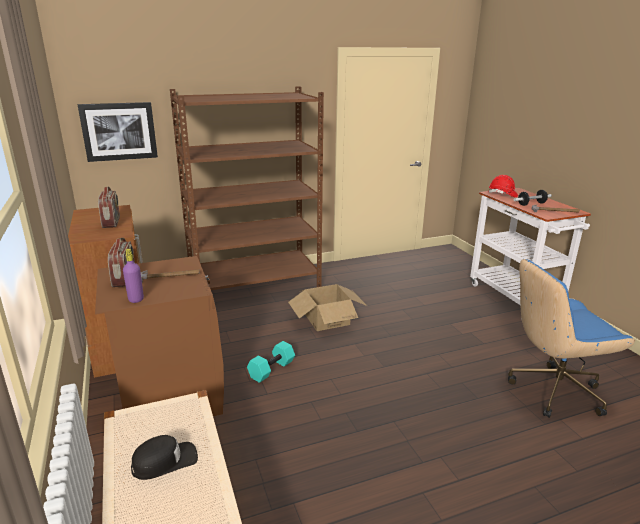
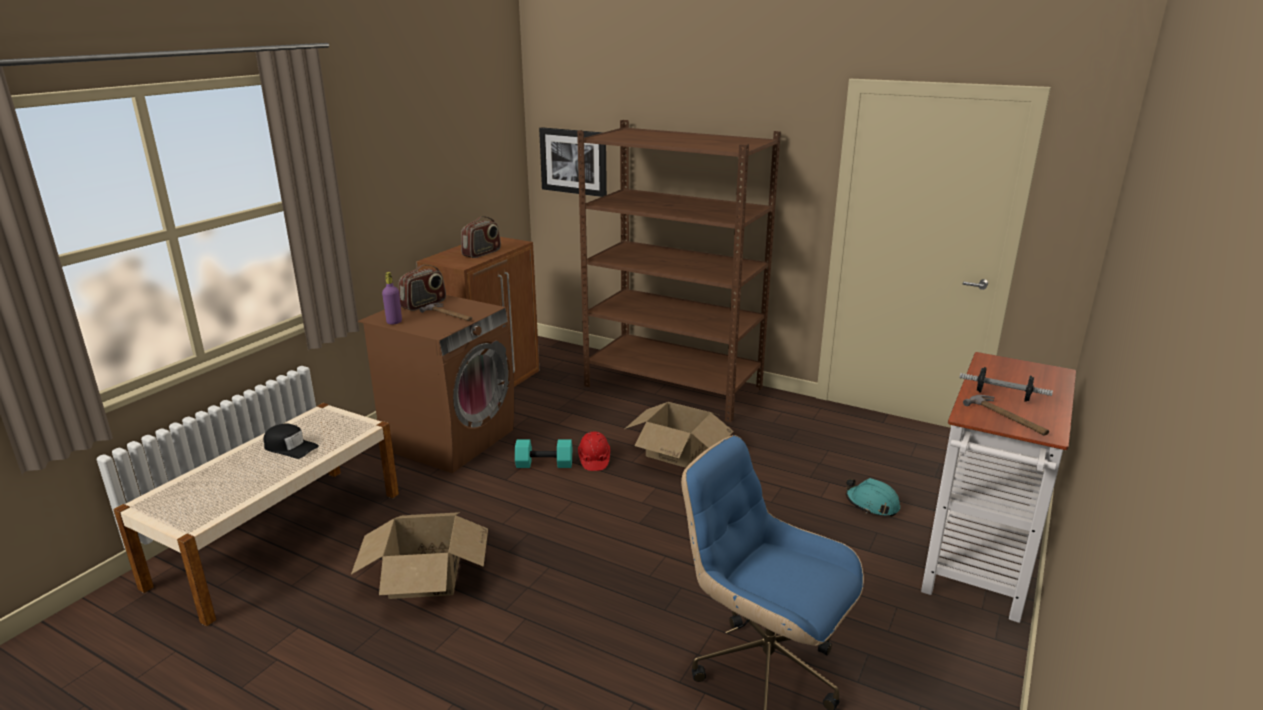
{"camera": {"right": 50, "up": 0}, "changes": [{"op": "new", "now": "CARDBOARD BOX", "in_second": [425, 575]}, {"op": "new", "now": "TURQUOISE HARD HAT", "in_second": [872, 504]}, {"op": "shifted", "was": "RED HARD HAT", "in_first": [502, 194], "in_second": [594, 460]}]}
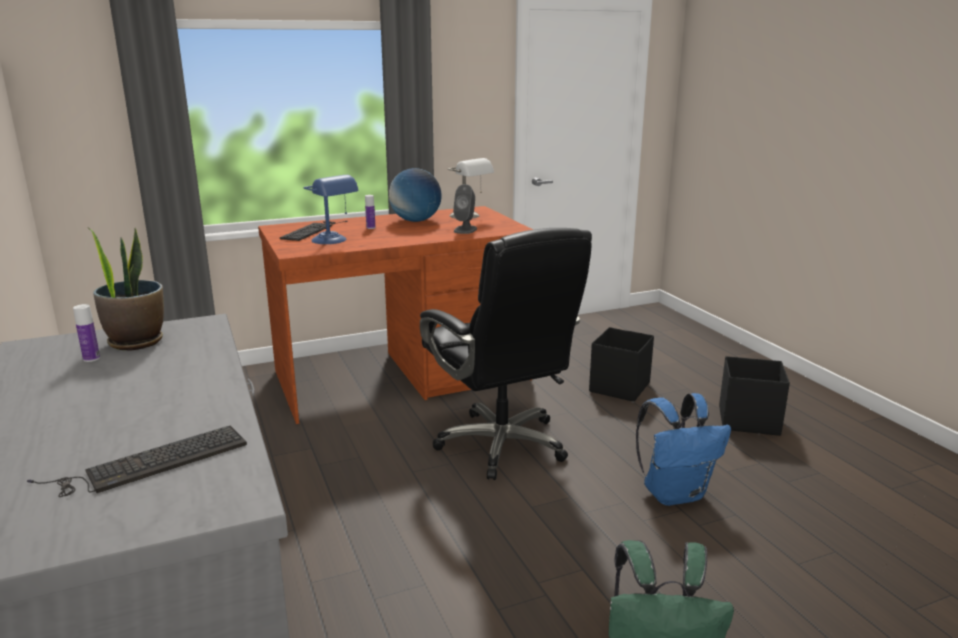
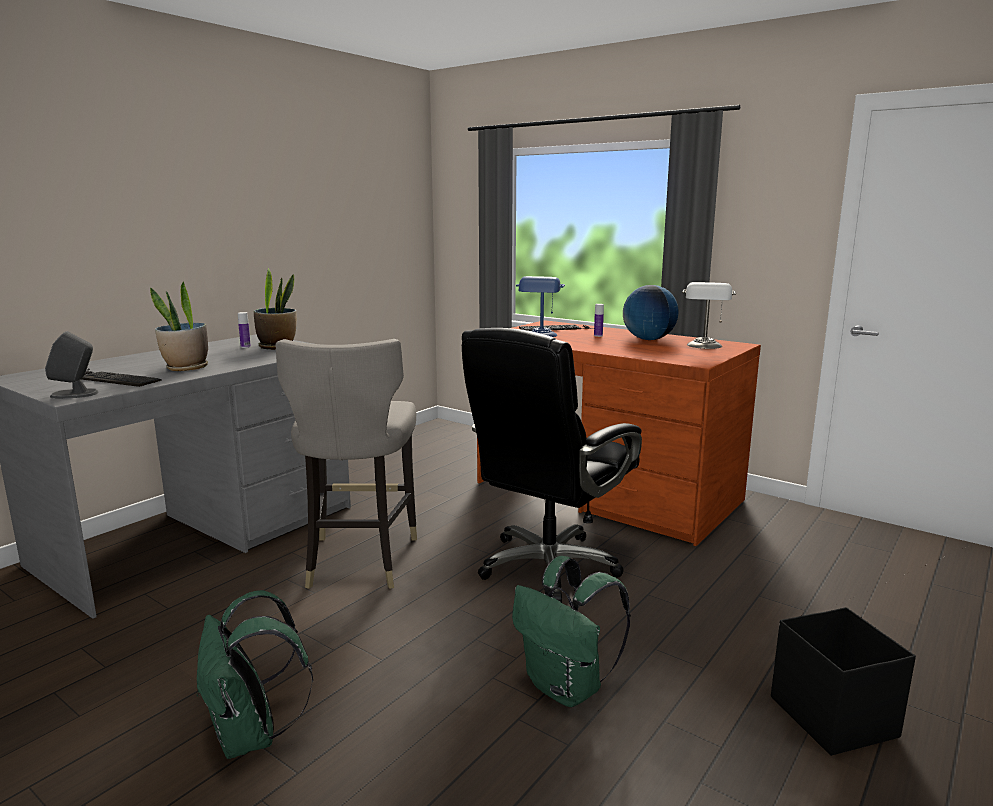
{"camera": {"right": 60, "up": -5}, "changes": [{"op": "gone", "was": "BLACK STORAGE BOX", "in_first": [619, 387]}, {"op": "new", "now": "POTTED PLANT", "in_second": [186, 368]}, {"op": "new", "now": "GREY STOOL", "in_second": [359, 562]}, {"op": "shifted", "was": "GREY SPEAKER", "in_first": [465, 230], "in_second": [75, 394]}, {"op": "repainted", "was": "BLUE BACKPACK", "now": "GREEN BACKPACK", "in_first": [675, 493], "in_second": [567, 688]}]}
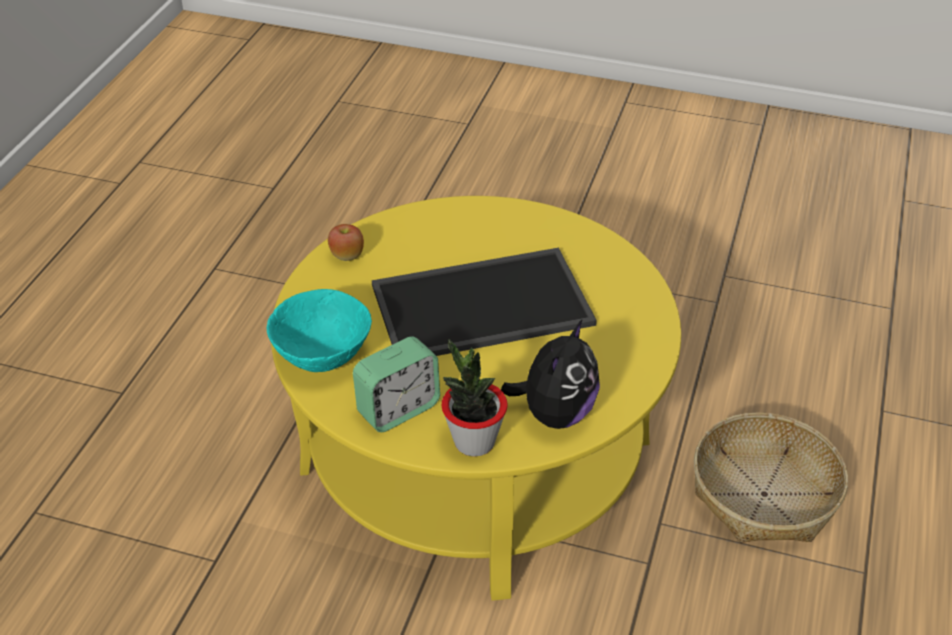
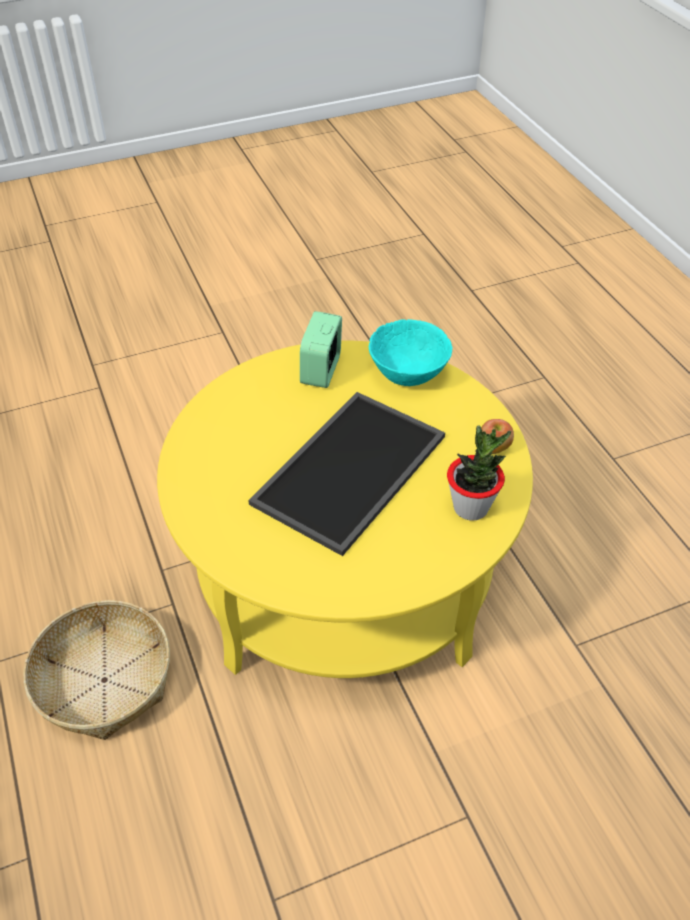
{"camera": {"right": 140, "up": 5}, "changes": [{"op": "gone", "was": "PLUSH TOY", "in_first": [555, 413]}, {"op": "shifted", "was": "POTTED PLANT", "in_first": [474, 442], "in_second": [471, 507]}]}
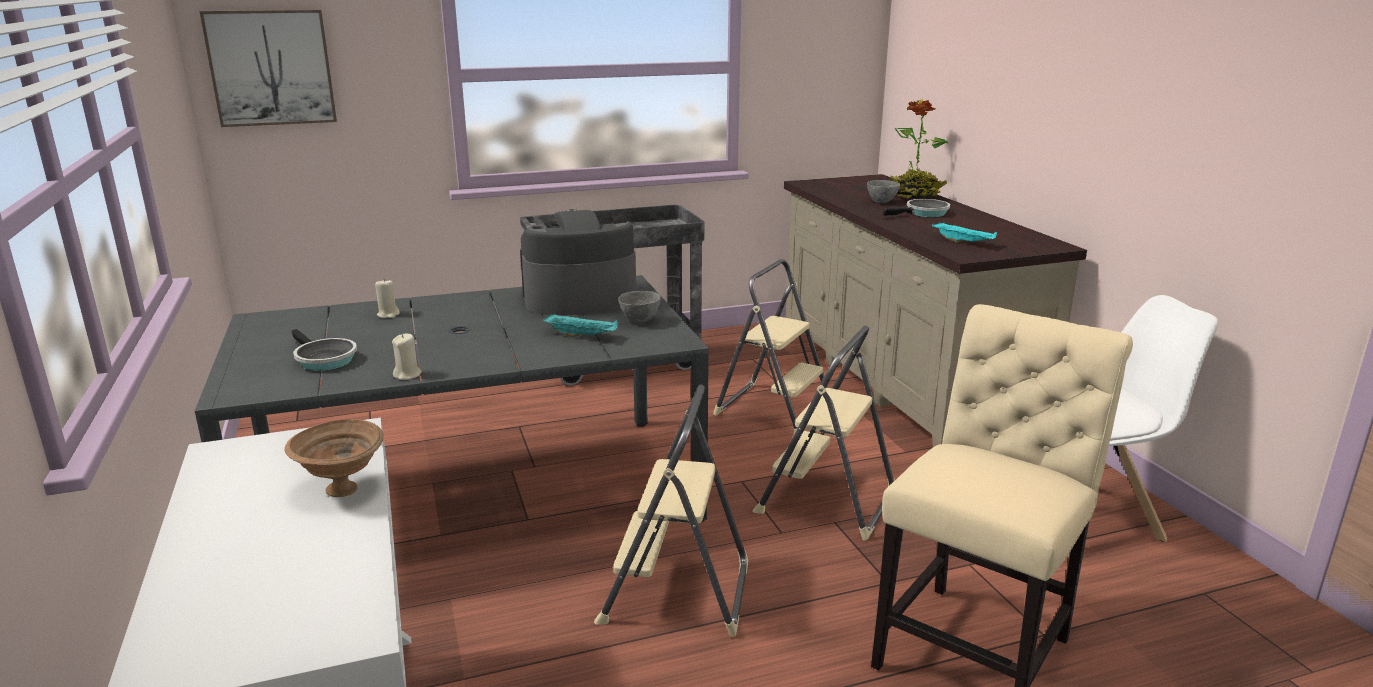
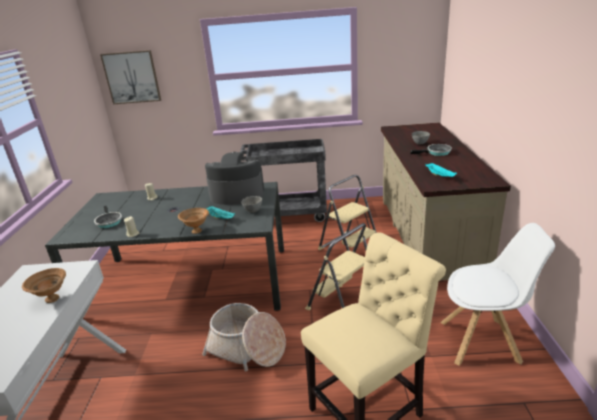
{"camera": {"right": 20, "up": 5}, "changes": [{"op": "gone", "was": "POTTED PLANT", "in_first": [916, 196]}, {"op": "new", "now": "BROWN BOWL", "in_second": [196, 231]}, {"op": "swapped", "was": "BEIGE STEP LADDER", "now": "BASKET", "in_first": [682, 592], "in_second": [247, 348]}]}
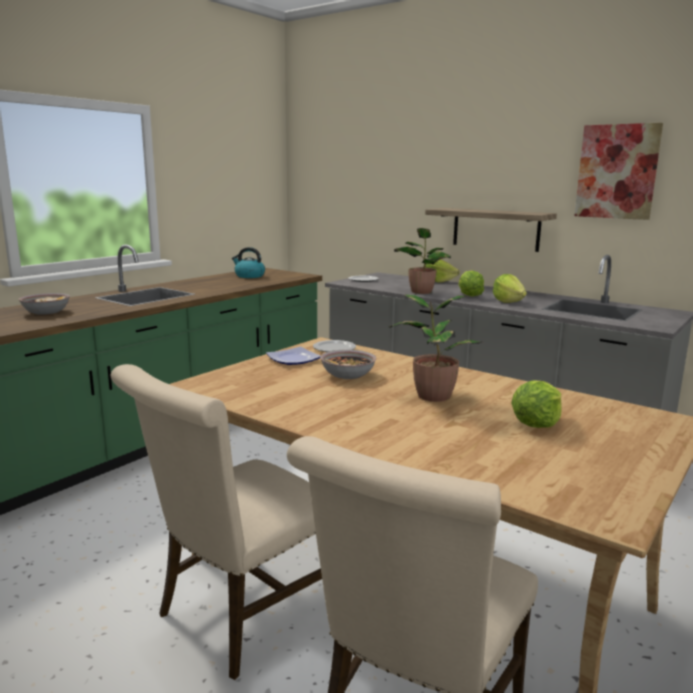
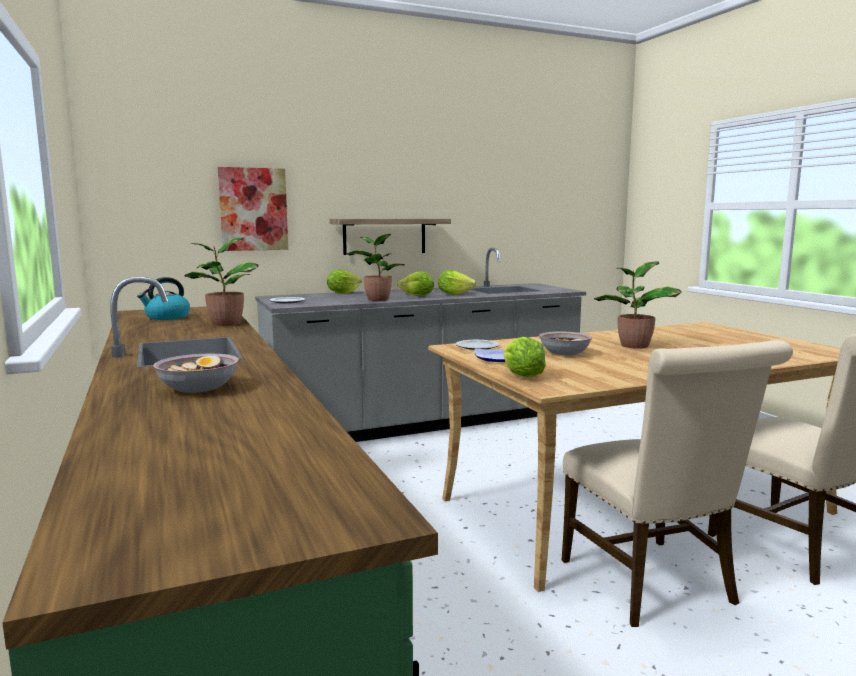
{"camera": {"right": -60, "up": -5}, "changes": [{"op": "new", "now": "POTTED PLANT", "in_second": [224, 324]}, {"op": "shifted", "was": "LETTUCE", "in_first": [536, 424], "in_second": [522, 376]}, {"op": "shifted", "was": "PICTURE", "in_first": [617, 171], "in_second": [253, 209]}]}
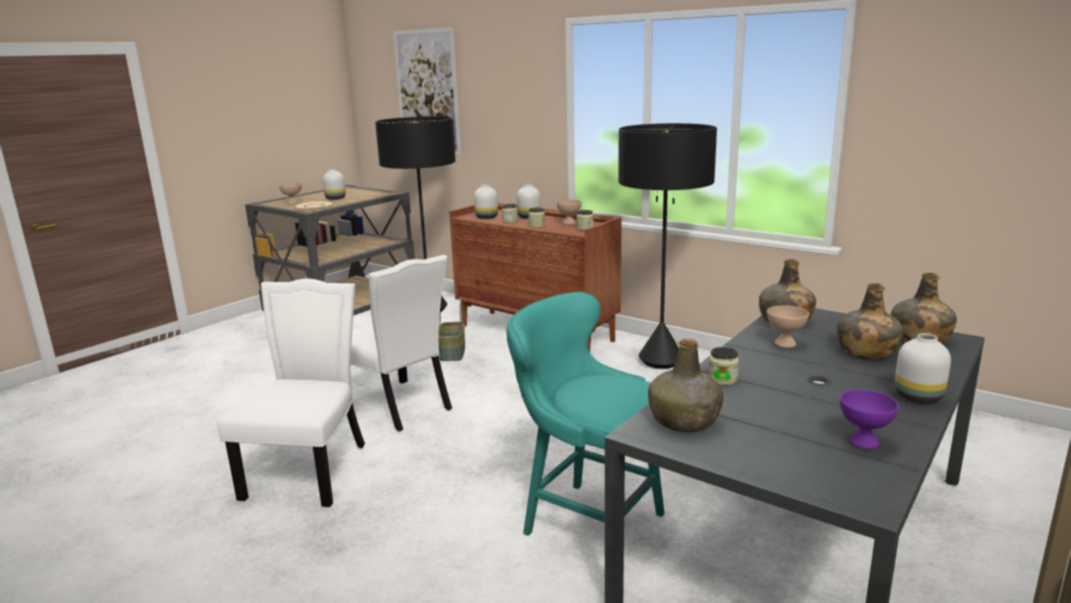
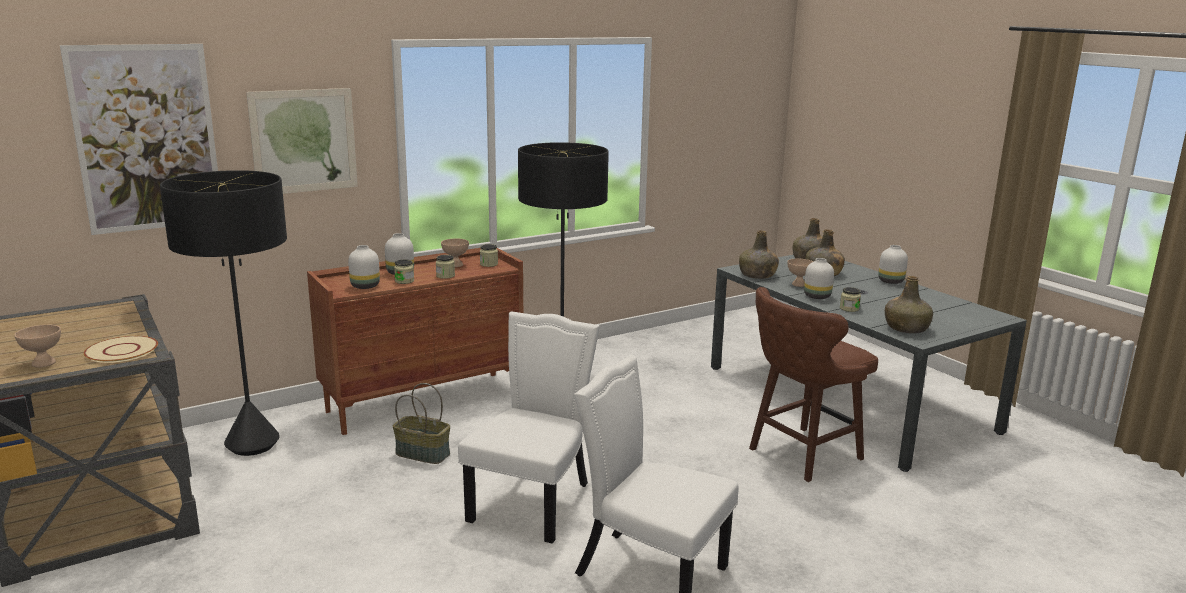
{"camera": {"right": -70, "up": 0}, "changes": [{"op": "gone", "was": "PURPLE BOWL", "in_first": [864, 442]}, {"op": "new", "now": "PICTURE", "in_second": [304, 141]}, {"op": "shifted", "was": "WHITE VASE", "in_first": [335, 198], "in_second": [816, 296]}, {"op": "repainted", "was": "TURQUOISE STOOL", "now": "BROWN STOOL", "in_first": [588, 521], "in_second": [801, 455]}, {"op": "rotated", "was": "WHITE CHAIR", "in_first": [397, 405], "in_second": [531, 505], "clockwise": -45}]}
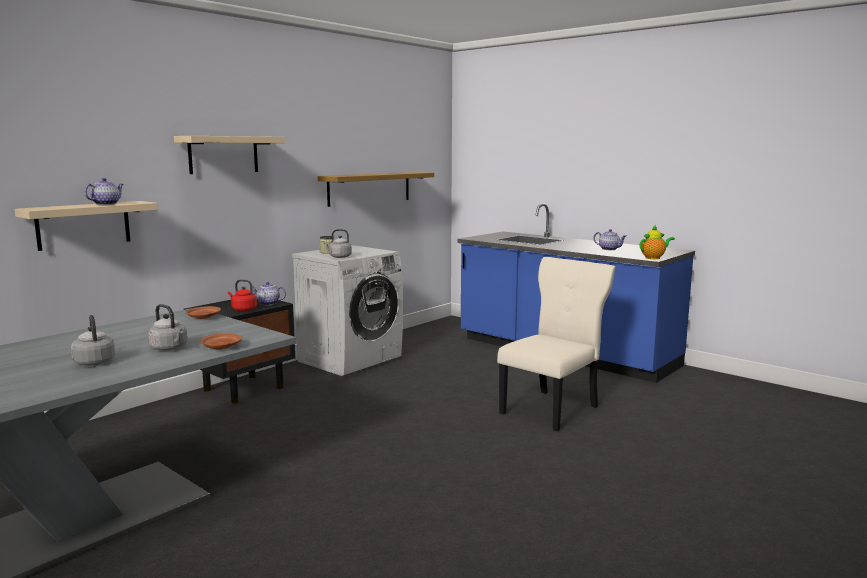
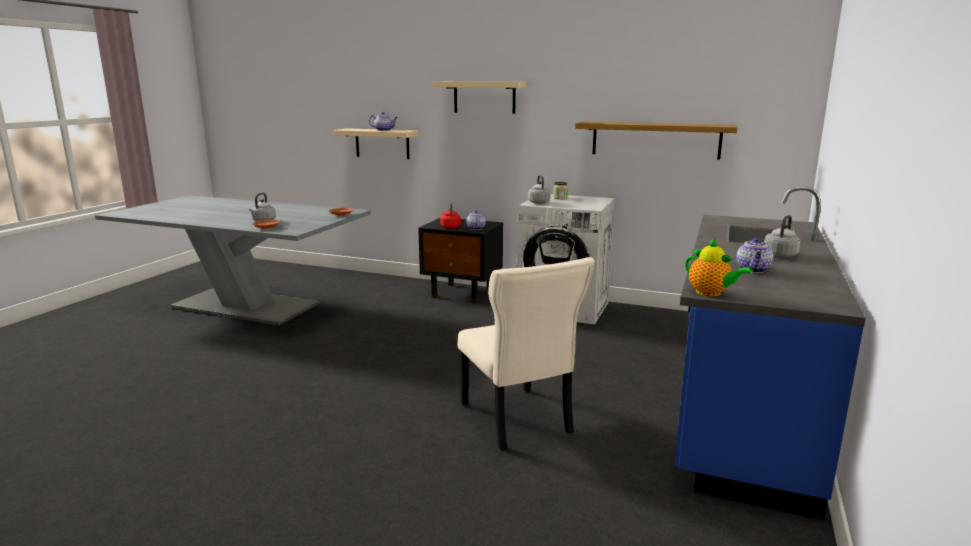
{"camera": {"right": 70, "up": 5}, "changes": [{"op": "shifted", "was": "GREY KETTLE", "in_first": [94, 362], "in_second": [780, 255]}, {"op": "rotated", "was": "BEIGE CHAIR", "in_first": [552, 409], "in_second": [517, 420], "clockwise": 45}]}
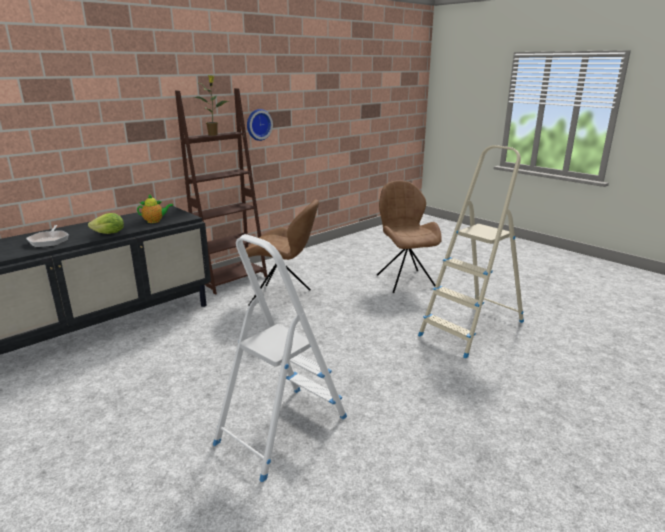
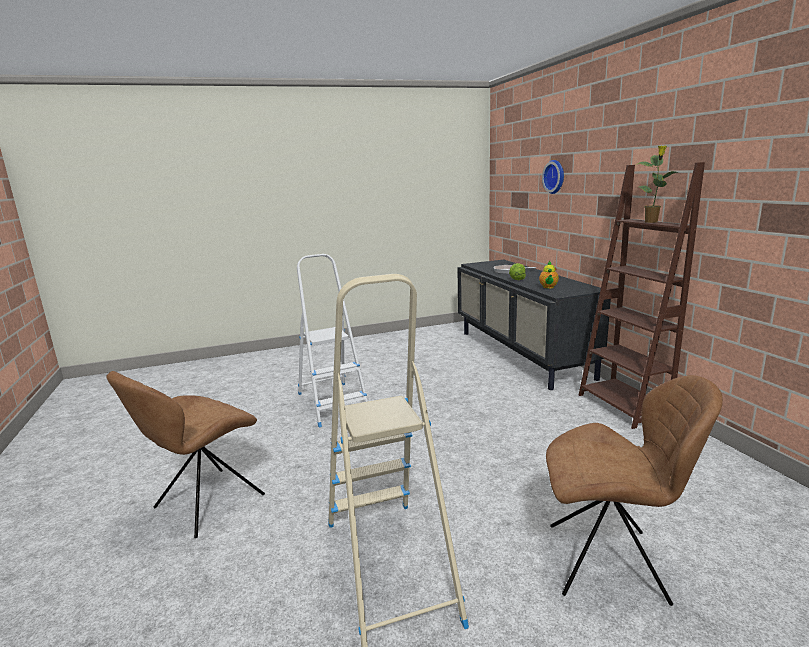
{"camera": {"right": 115, "up": -5}, "changes": [{"op": "shifted", "was": "BROWN CHAIR", "in_first": [283, 298], "in_second": [206, 503]}, {"op": "shifted", "was": "WALL CLOCK", "in_first": [258, 124], "in_second": [555, 176]}]}
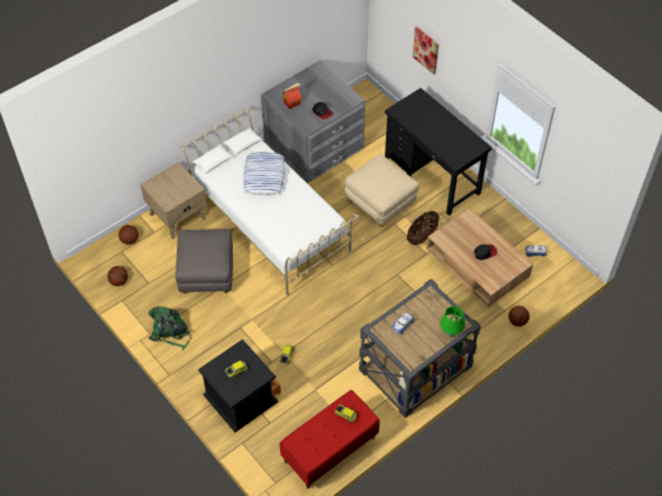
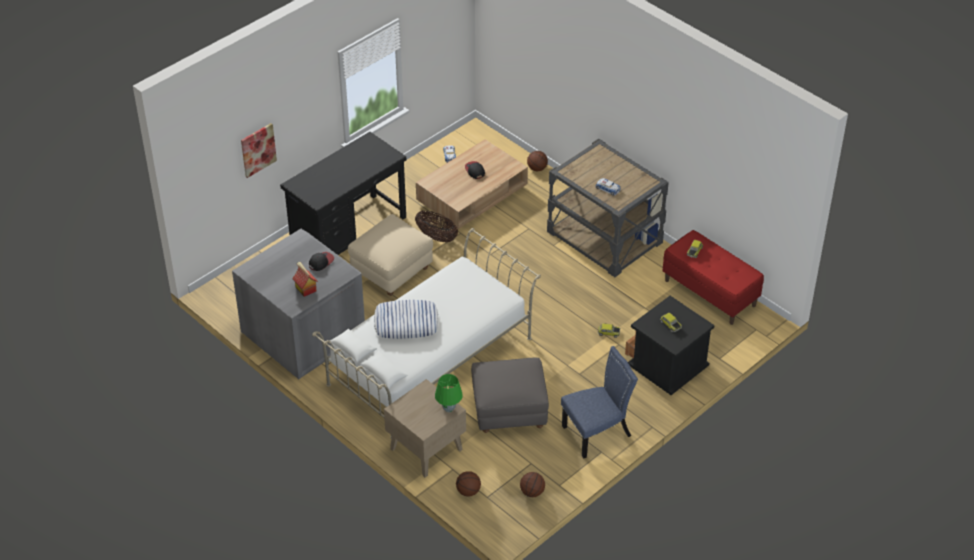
{"camera": {"right": -95, "up": -10}, "changes": [{"op": "shifted", "was": "GREEN TABLE LAMP", "in_first": [450, 333], "in_second": [449, 409]}, {"op": "swapped", "was": "GREEN BACKPACK", "now": "BLUE CHAIR", "in_first": [170, 332], "in_second": [596, 433]}]}
